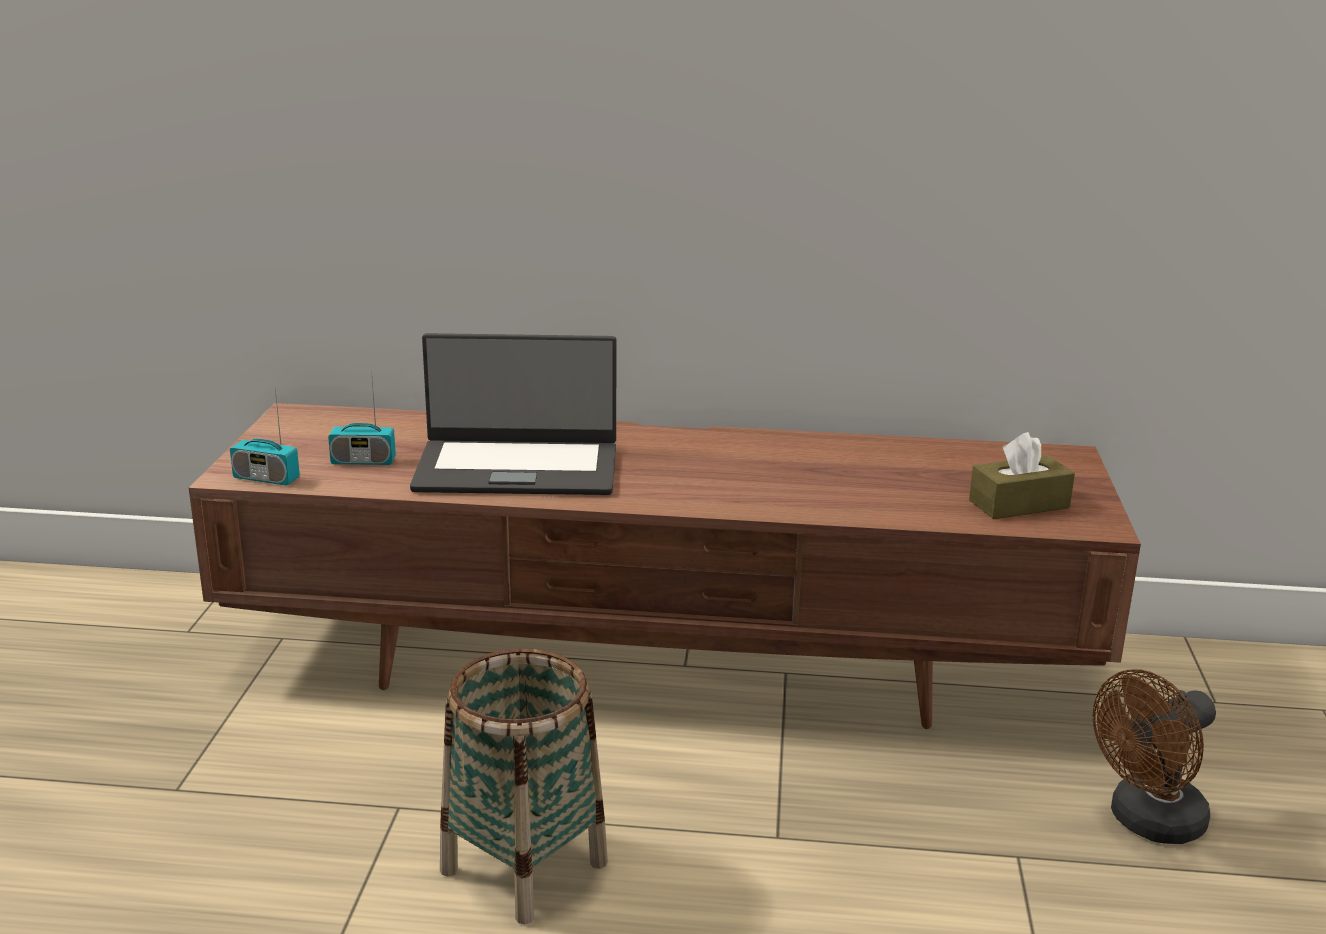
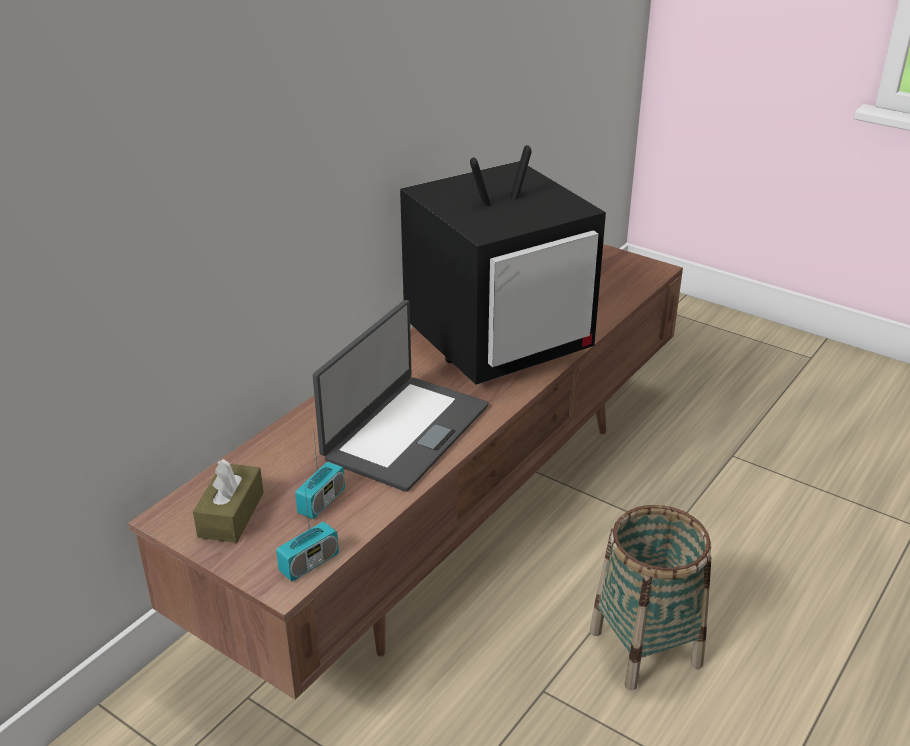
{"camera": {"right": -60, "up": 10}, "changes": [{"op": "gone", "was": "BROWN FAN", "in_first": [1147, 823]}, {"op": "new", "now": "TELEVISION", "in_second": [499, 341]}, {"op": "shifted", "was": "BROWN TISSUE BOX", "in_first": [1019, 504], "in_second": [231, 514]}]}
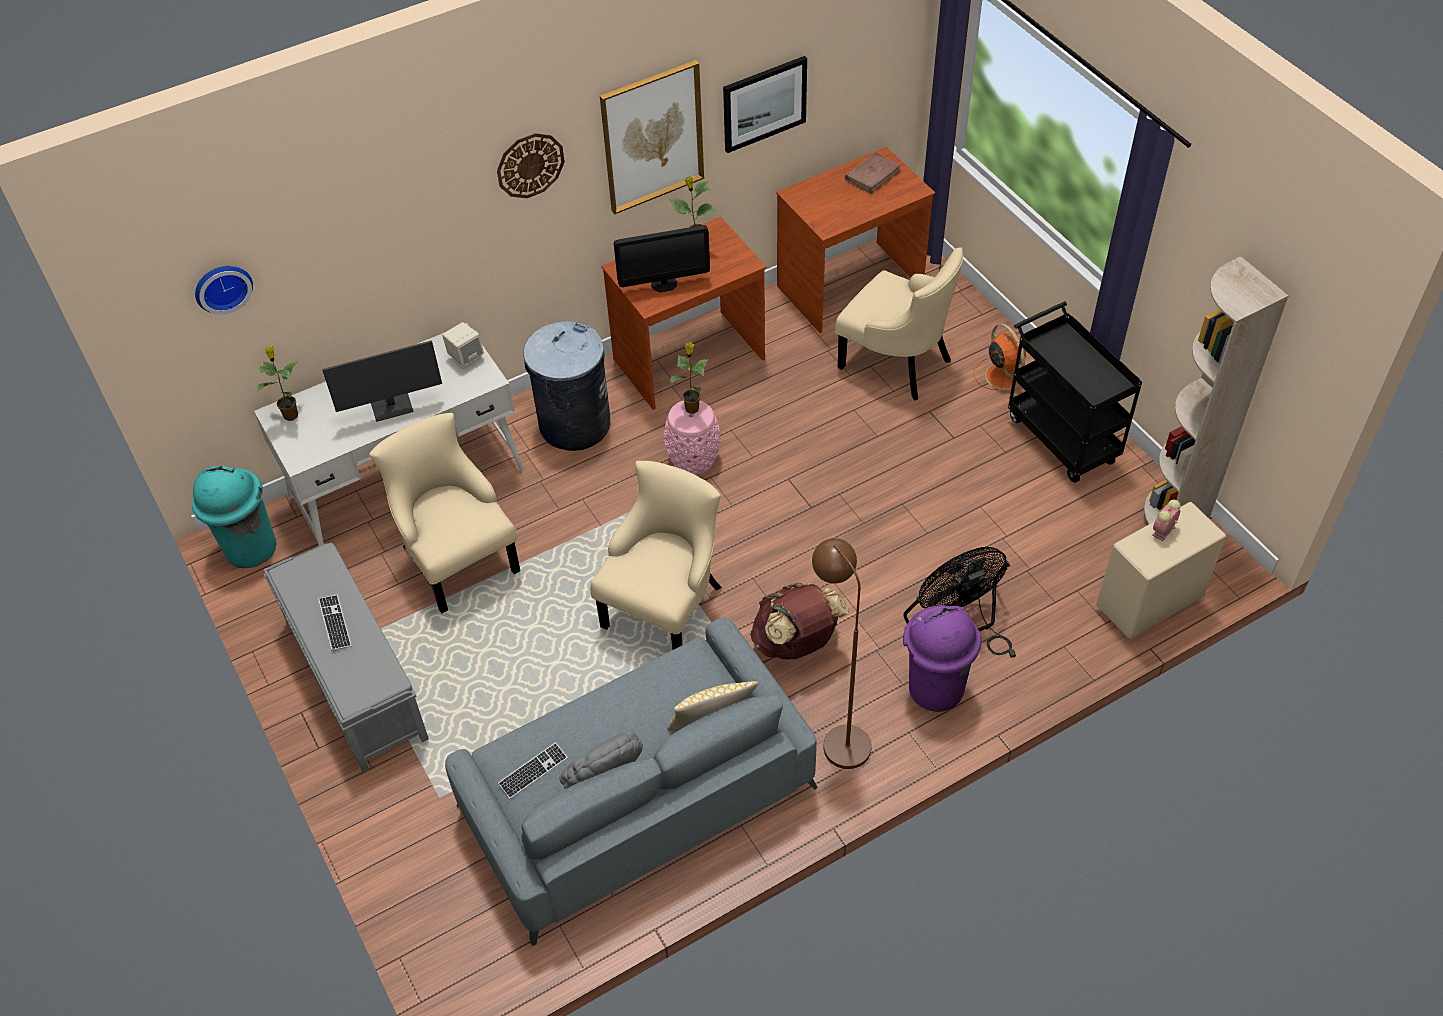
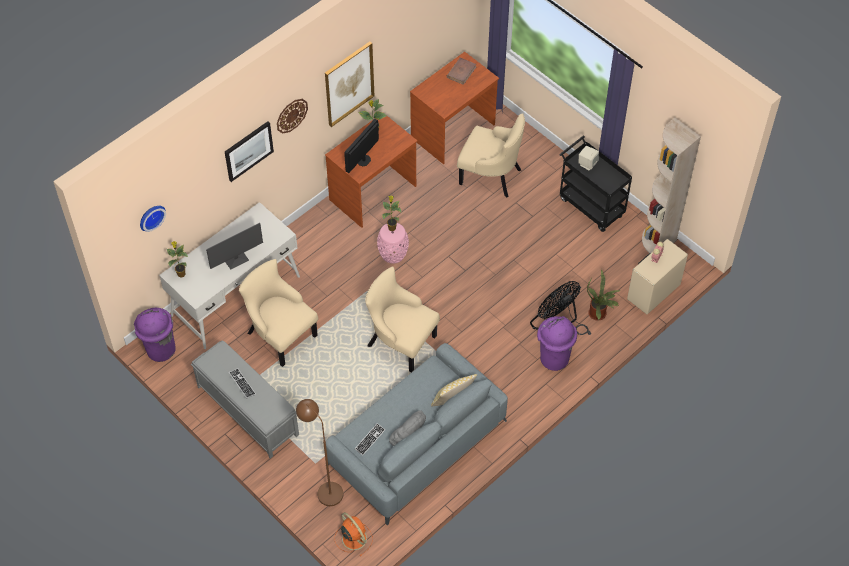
{"camera": {"right": -15, "up": 5}, "changes": [{"op": "gone", "was": "GREY TRASH CAN", "in_first": [574, 424]}, {"op": "gone", "was": "BROWN BACKPACK", "in_first": [796, 643]}, {"op": "new", "now": "POTTED PLANT", "in_second": [599, 314]}, {"op": "shifted", "was": "BEIGE SPEAKER", "in_first": [466, 357], "in_second": [587, 164]}, {"op": "shifted", "was": "PICTURE", "in_first": [764, 103], "in_second": [248, 150]}, {"op": "shifted", "was": "BROWN FLOOR LAMP", "in_first": [838, 737], "in_second": [324, 489]}, {"op": "shifted", "was": "ORANGE FAN", "in_first": [1002, 375], "in_second": [353, 537]}, {"op": "repainted", "was": "TURQUOISE TRASH CAN", "now": "PURPLE TRASH CAN", "in_first": [250, 548], "in_second": [160, 349]}, {"op": "rotated", "was": "BEIGE CHAIR", "in_first": [664, 611], "in_second": [402, 343], "clockwise": -75}, {"op": "rotated", "was": "MONITOR", "in_first": [664, 284], "in_second": [363, 160], "clockwise": 150}]}
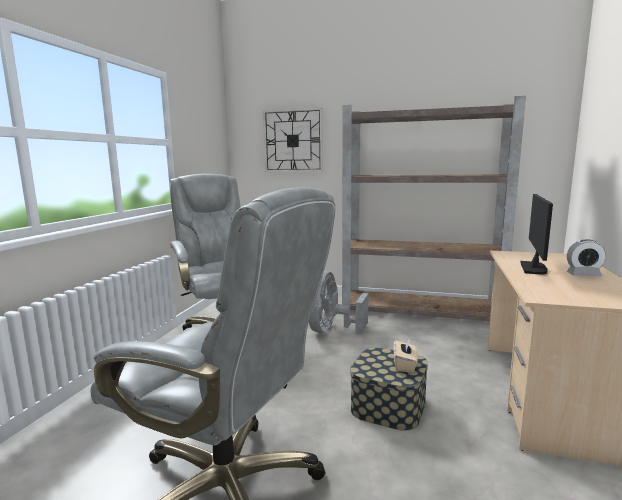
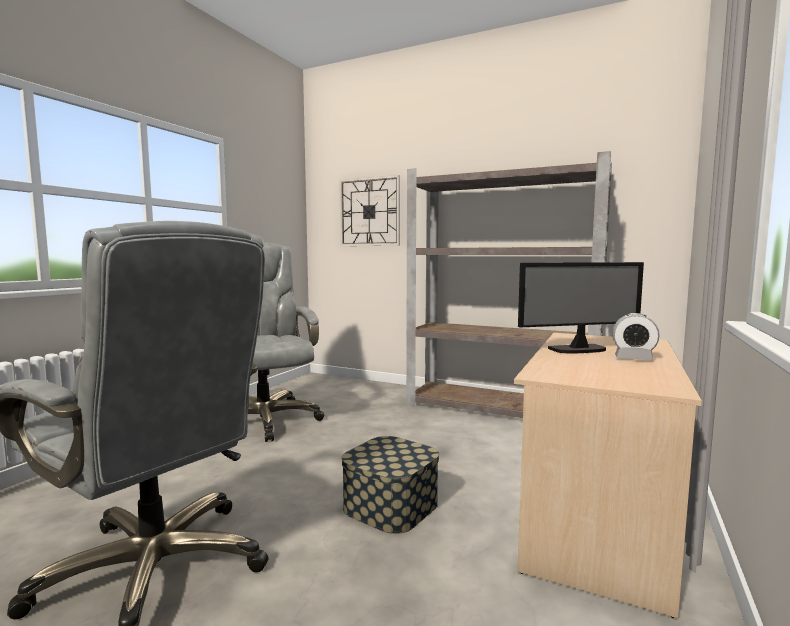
{"camera": {"right": 10, "up": -5}, "changes": [{"op": "gone", "was": "GREY FAN", "in_first": [331, 330]}, {"op": "gone", "was": "BEIGE TISSUE BOX", "in_first": [404, 365]}, {"op": "rotated", "was": "MONITOR", "in_first": [534, 268], "in_second": [579, 350], "clockwise": 45}]}
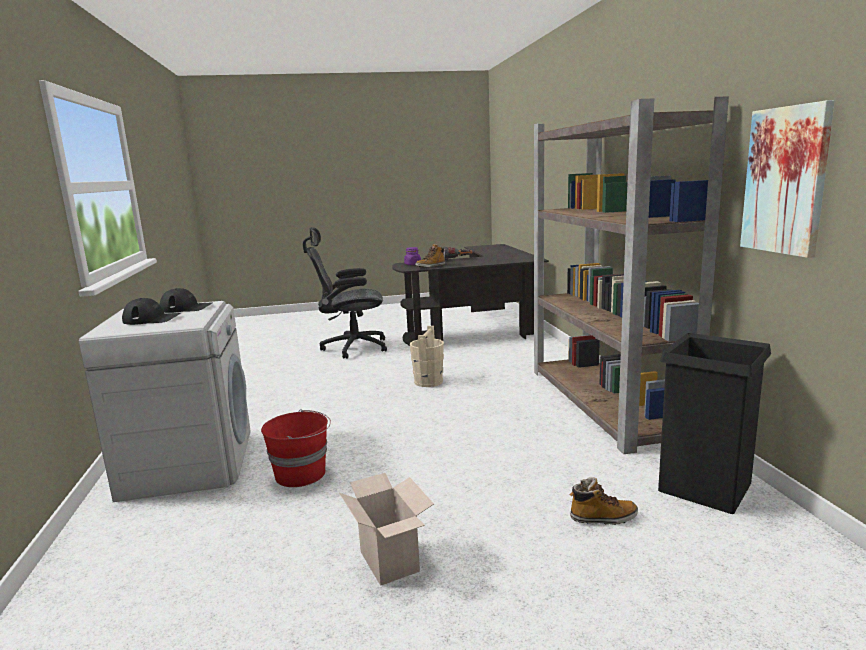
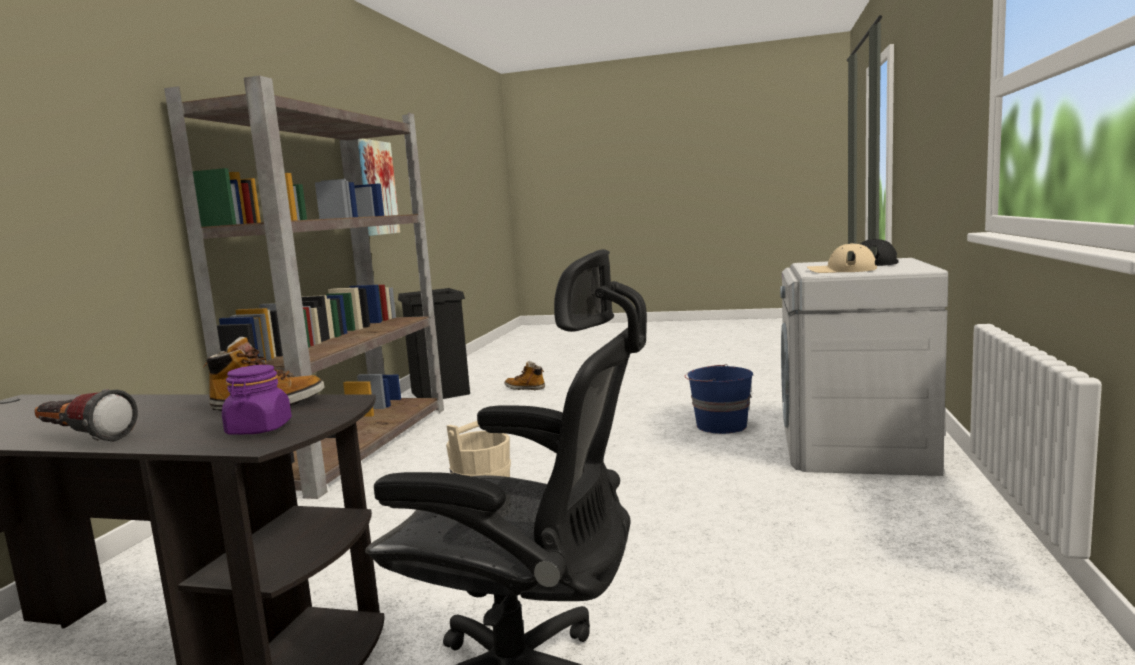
{"camera": {"right": -155, "up": -5}, "changes": [{"op": "gone", "was": "CARDBOARD BOX", "in_first": [391, 562]}, {"op": "repainted", "was": "BLACK CAP", "now": "BEIGE CAP", "in_first": [186, 308], "in_second": [841, 270]}, {"op": "repainted", "was": "RED BUCKET", "now": "BLUE BUCKET", "in_first": [301, 474], "in_second": [720, 425]}]}
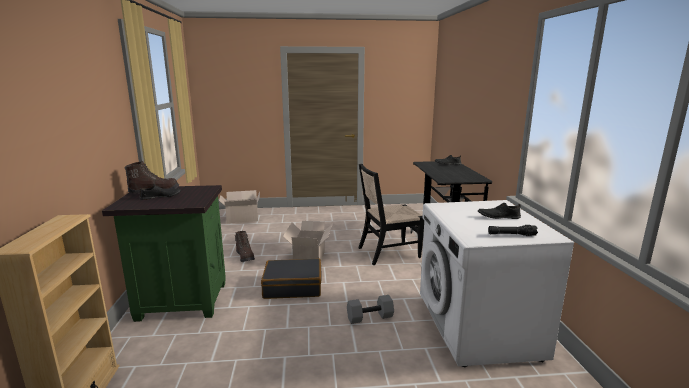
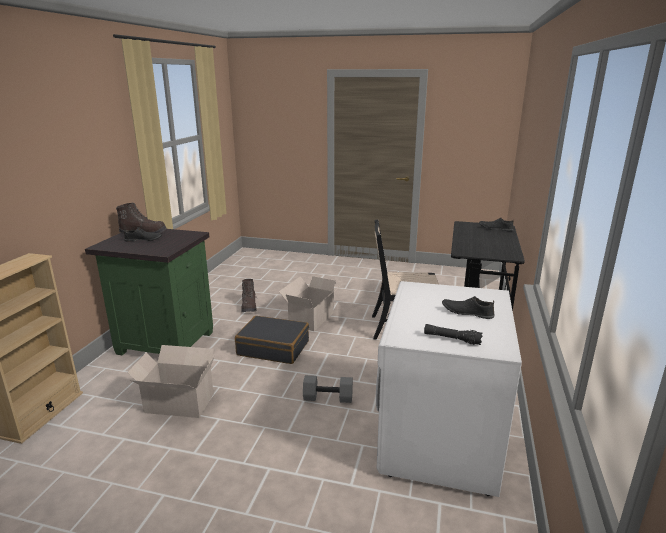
{"camera": {"right": 20, "up": 5}, "changes": [{"op": "shifted", "was": "CARDBOARD BOX", "in_first": [241, 218], "in_second": [178, 402]}]}
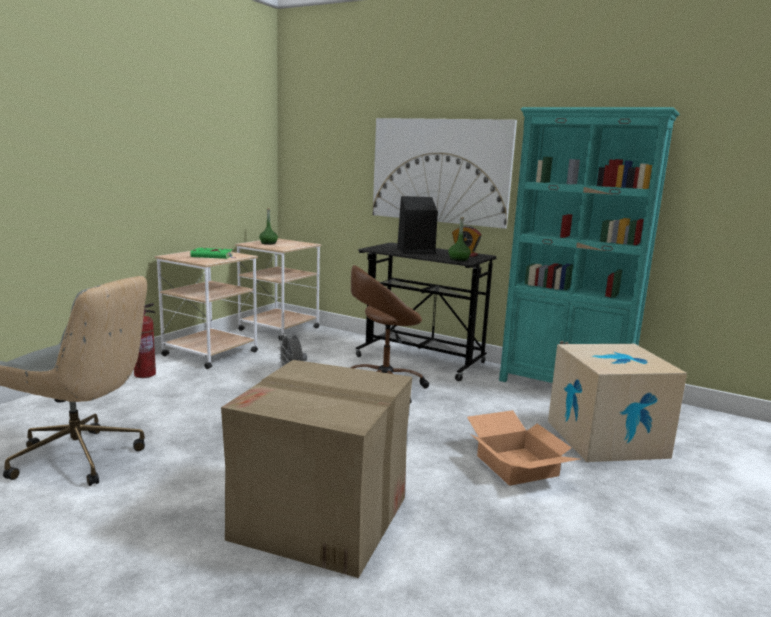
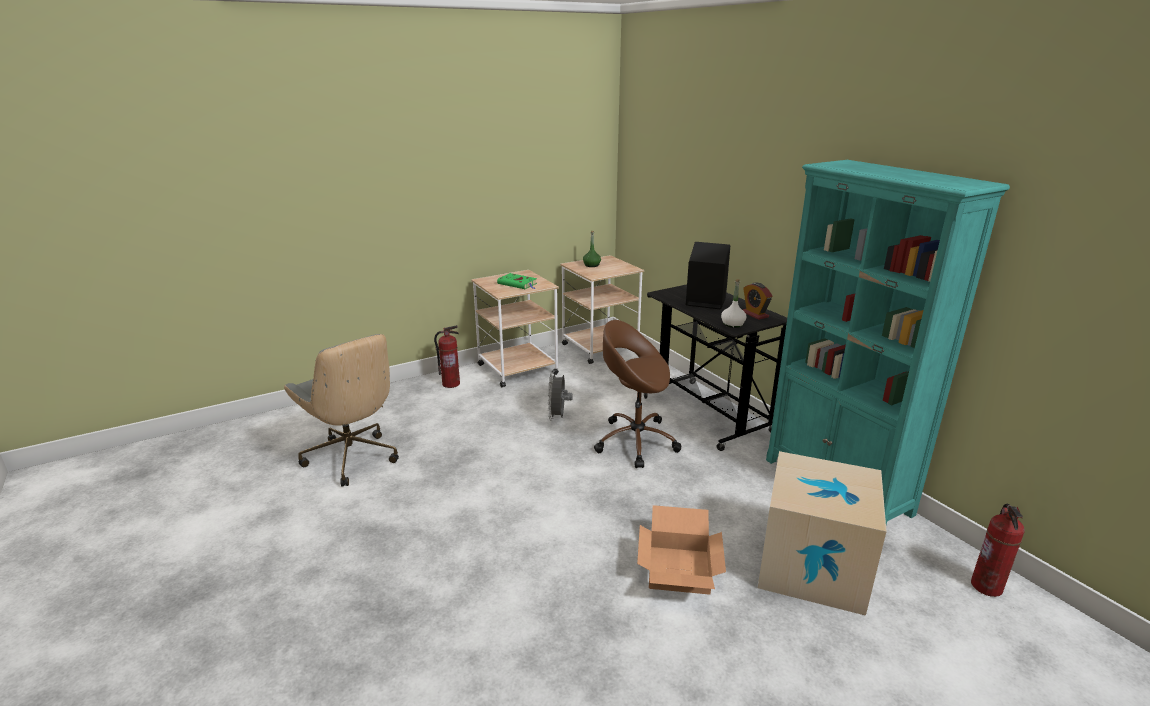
{"camera": {"right": 30, "up": 10}, "changes": [{"op": "gone", "was": "CARDBOARD BOX", "in_first": [322, 518]}, {"op": "gone", "was": "PICTURE", "in_first": [440, 171]}, {"op": "new", "now": "FIRE EXTINGUISHER", "in_second": [987, 587]}, {"op": "repainted", "was": "GREEN BOTTLE", "now": "WHITE BOTTLE", "in_first": [458, 260], "in_second": [732, 324]}]}
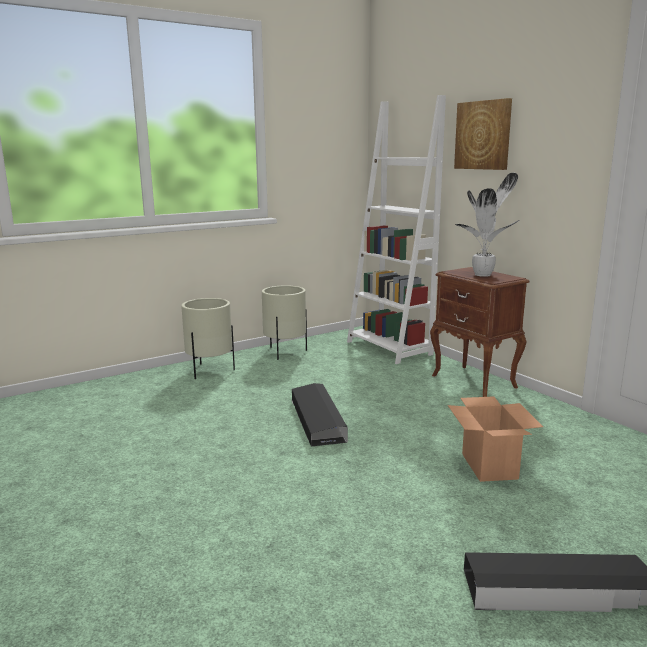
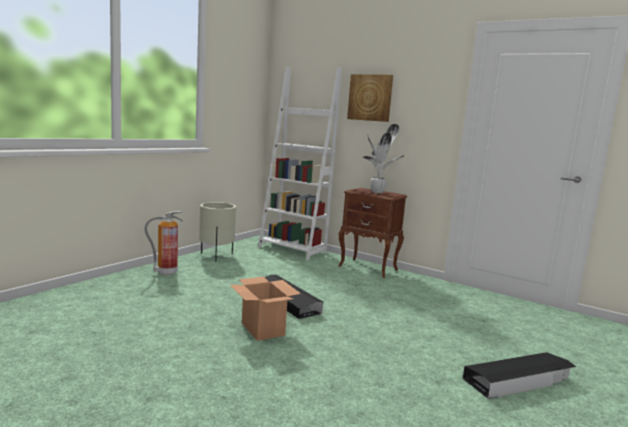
{"camera": {"right": -25, "up": -5}, "changes": [{"op": "shifted", "was": "CARDBOARD BOX", "in_first": [488, 466], "in_second": [262, 329]}, {"op": "swapped", "was": "BEIGE PLANTER", "now": "FIRE EXTINGUISHER", "in_first": [210, 371], "in_second": [166, 273]}]}
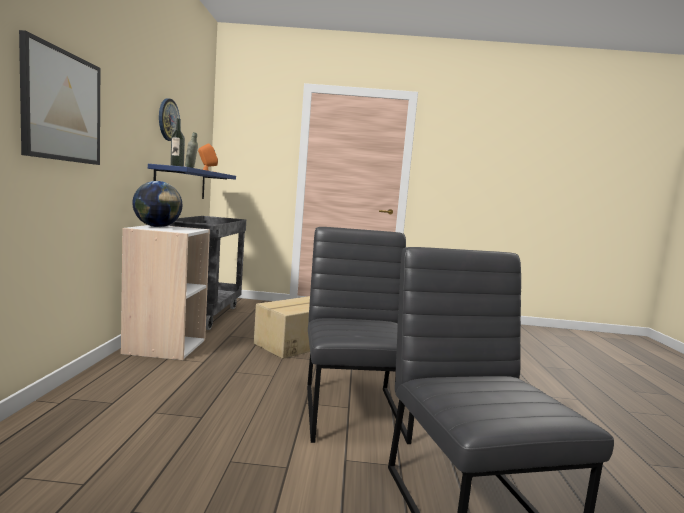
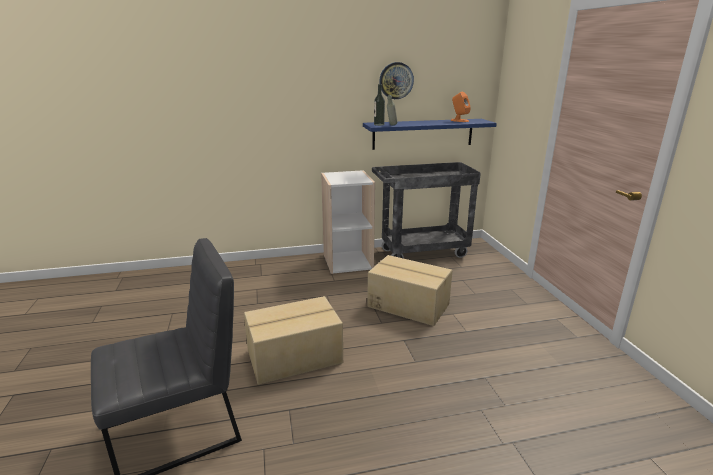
{"camera": {"right": 75, "up": 15}, "changes": [{"op": "gone", "was": "PICTURE", "in_first": [62, 106]}, {"op": "gone", "was": "GLOBE", "in_first": [157, 227]}, {"op": "swapped", "was": "GREY CHAIR", "now": "CARDBOARD BOX", "in_first": [353, 410], "in_second": [295, 358]}]}
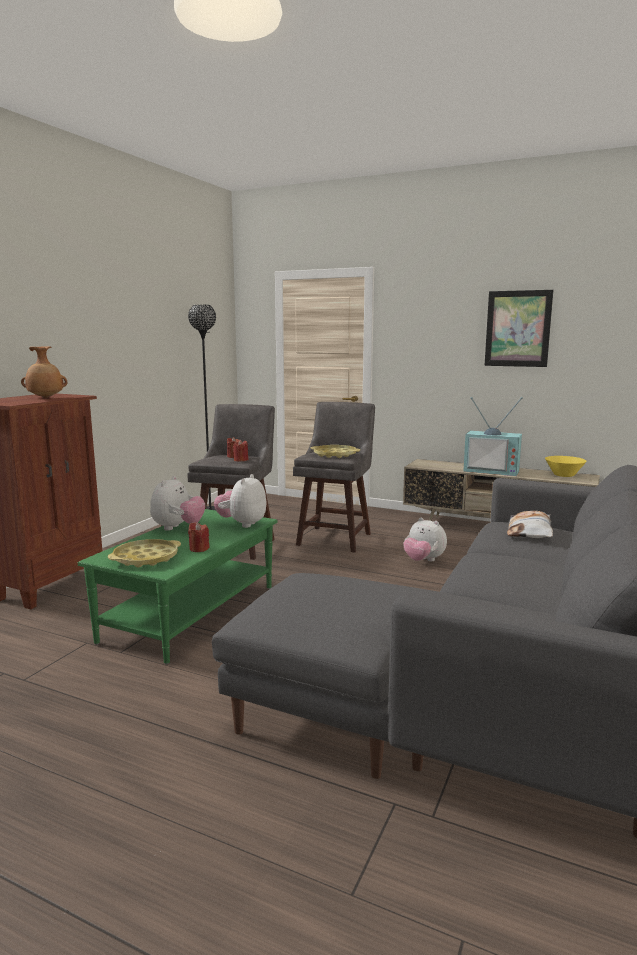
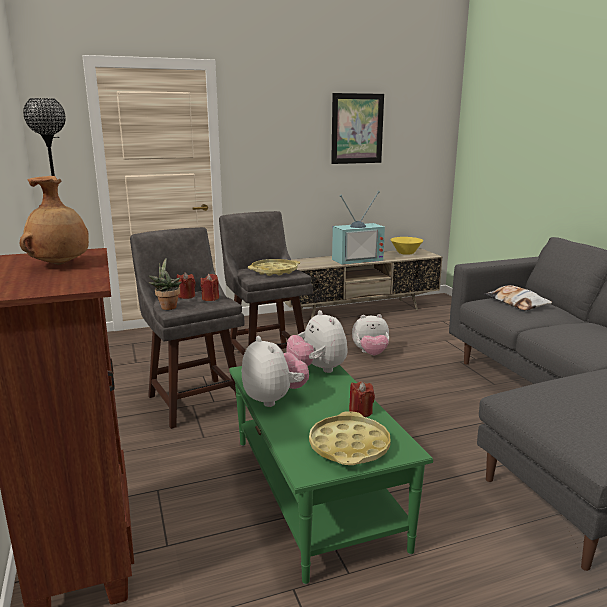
{"camera": {"right": -45, "up": 5}, "changes": [{"op": "new", "now": "POTTED PLANT", "in_second": [167, 307]}]}
